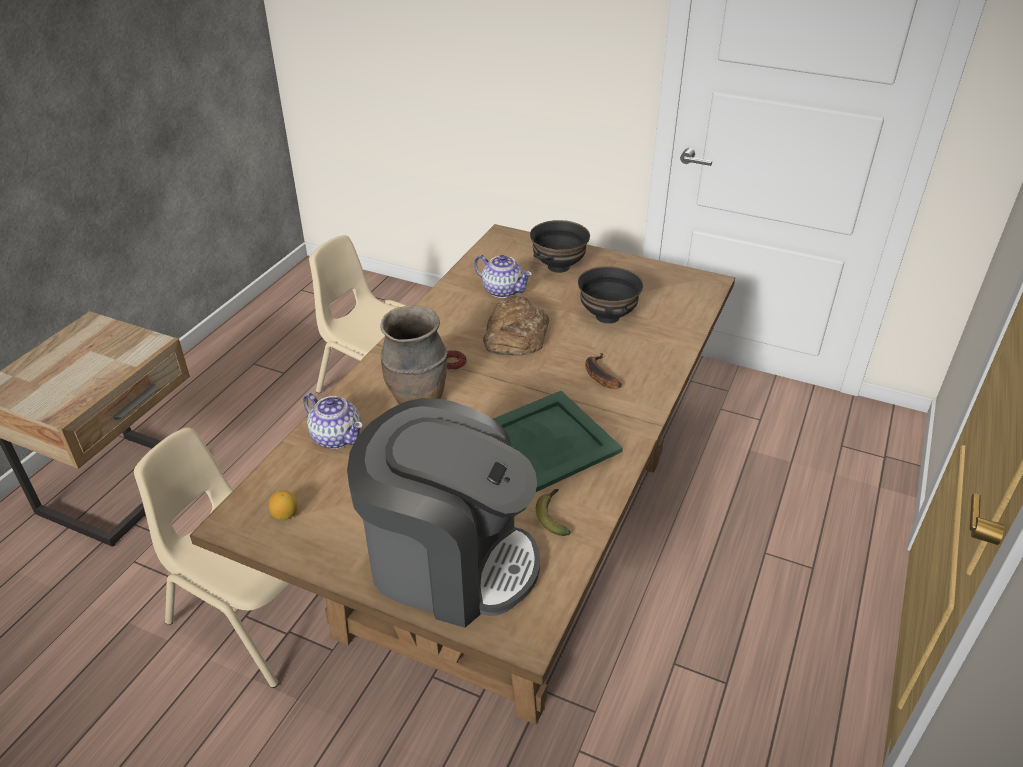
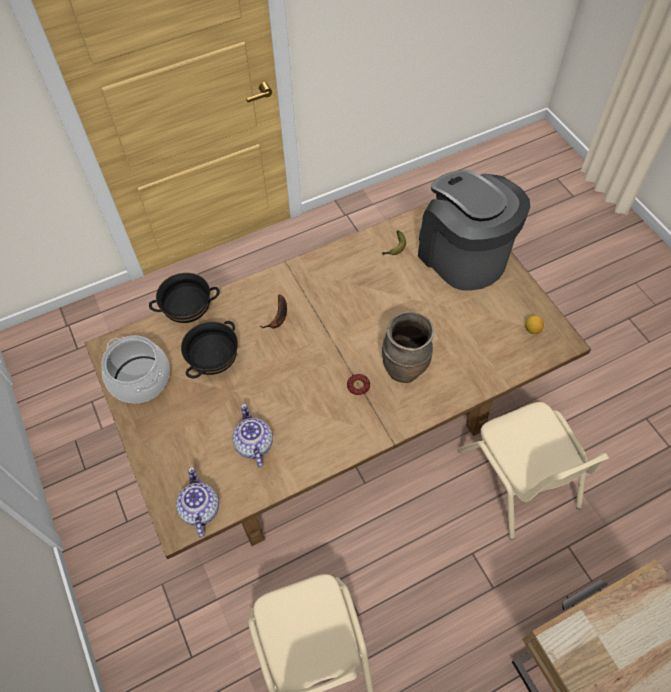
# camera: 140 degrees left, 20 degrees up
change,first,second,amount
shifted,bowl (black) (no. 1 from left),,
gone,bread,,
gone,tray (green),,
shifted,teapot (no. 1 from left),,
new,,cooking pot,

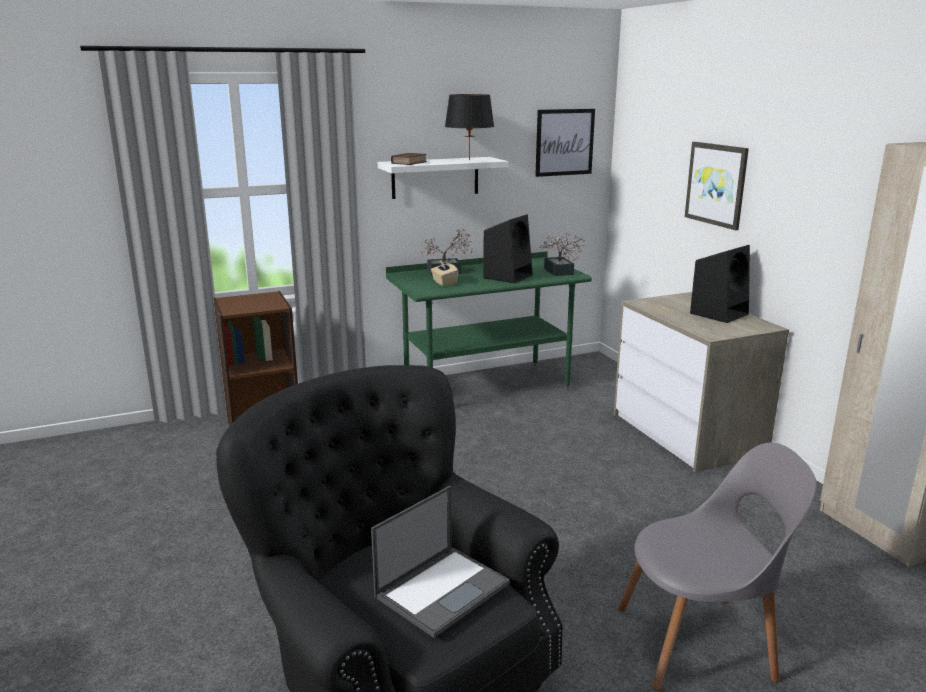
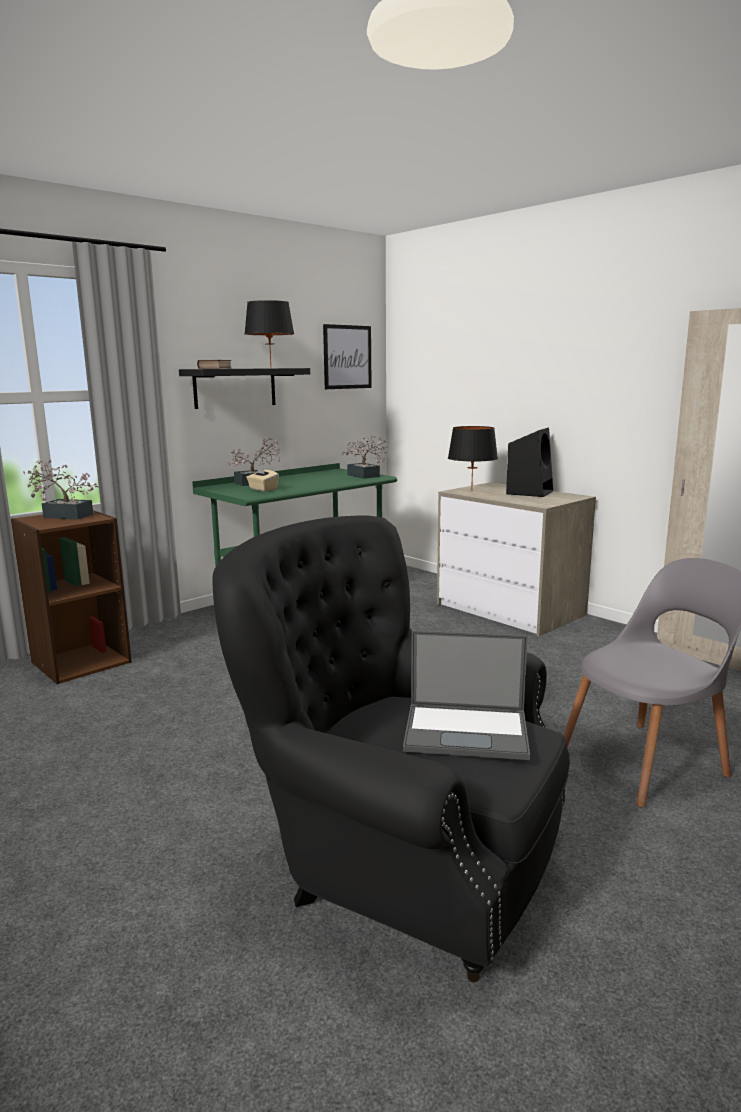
# camera: 20 degrees left, 5 degrees down
change,first,second,amount
gone,picture (no. 2 from left),,
repainted,shelf (white),shelf (black),
gone,speaker (black) (no. 1 from left),,
rotated,laptop,,75 degrees clockwise
new,,table lamp (black) (no. 2 from left),
new,,potted plant (no. 1 from left),

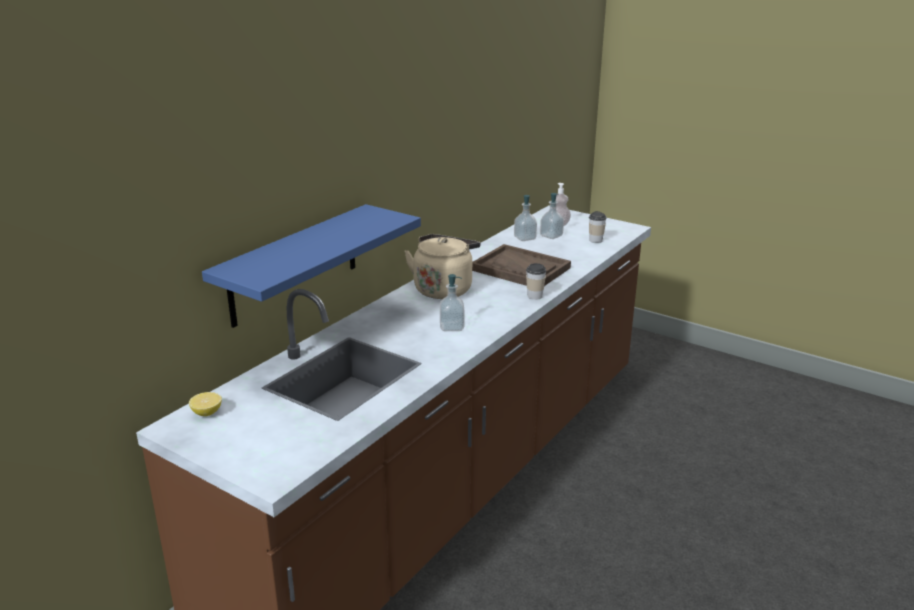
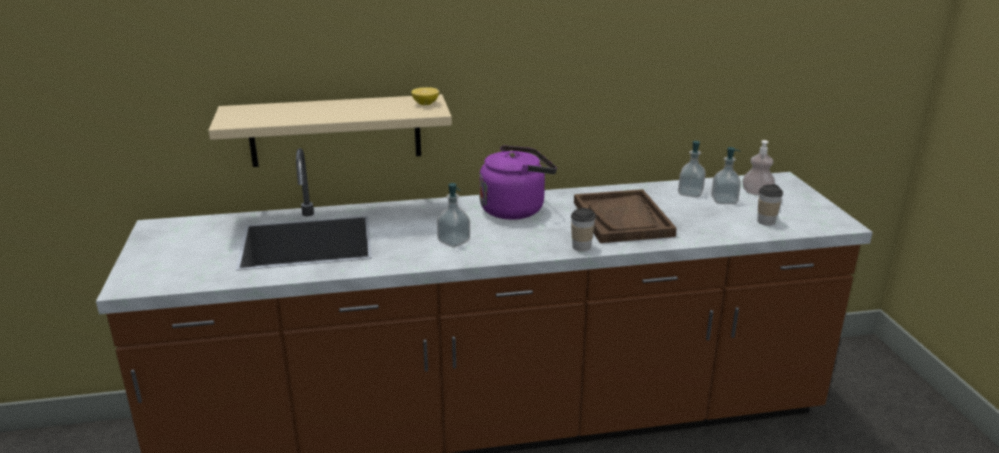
# camera: 45 degrees right, 0 degrees up
change,first,second,amount
repainted,shelf (blue),shelf (beige),
repainted,kettle (beige),kettle (purple),
shifted,lemon,,

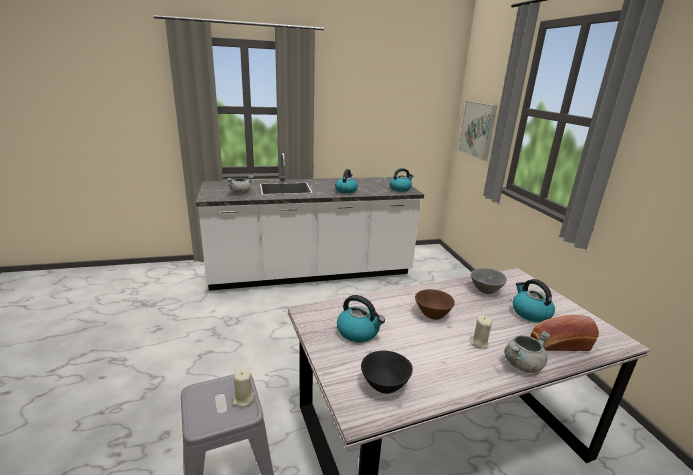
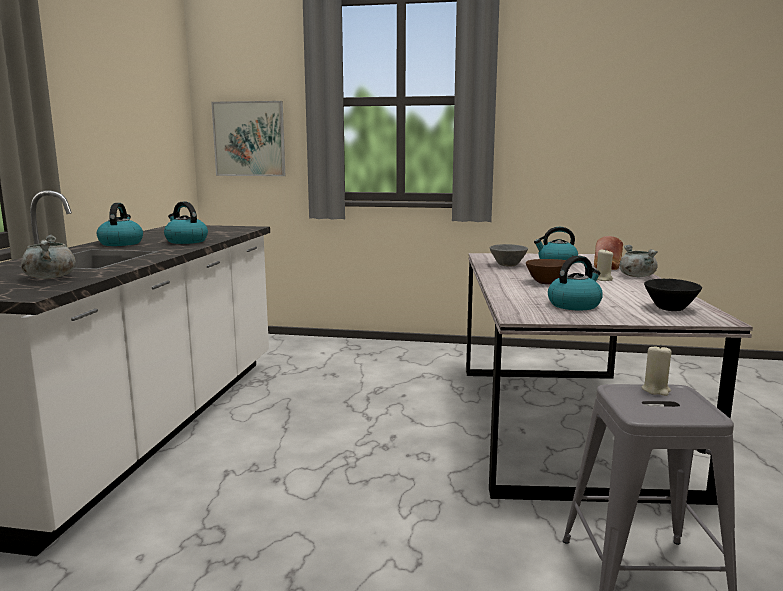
# camera: 65 degrees left, 10 degrees down
change,first,second,amount
shifted,kettle (no. 3 from left in the first image),kettle (no. 1 from left),

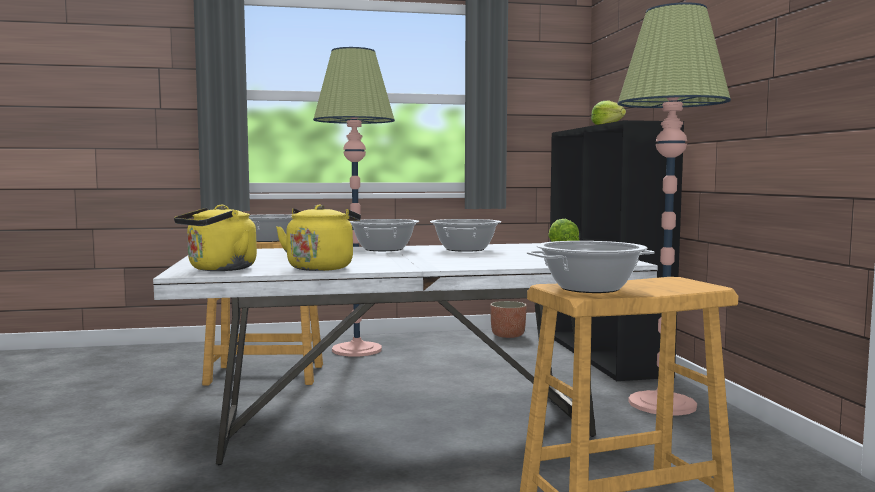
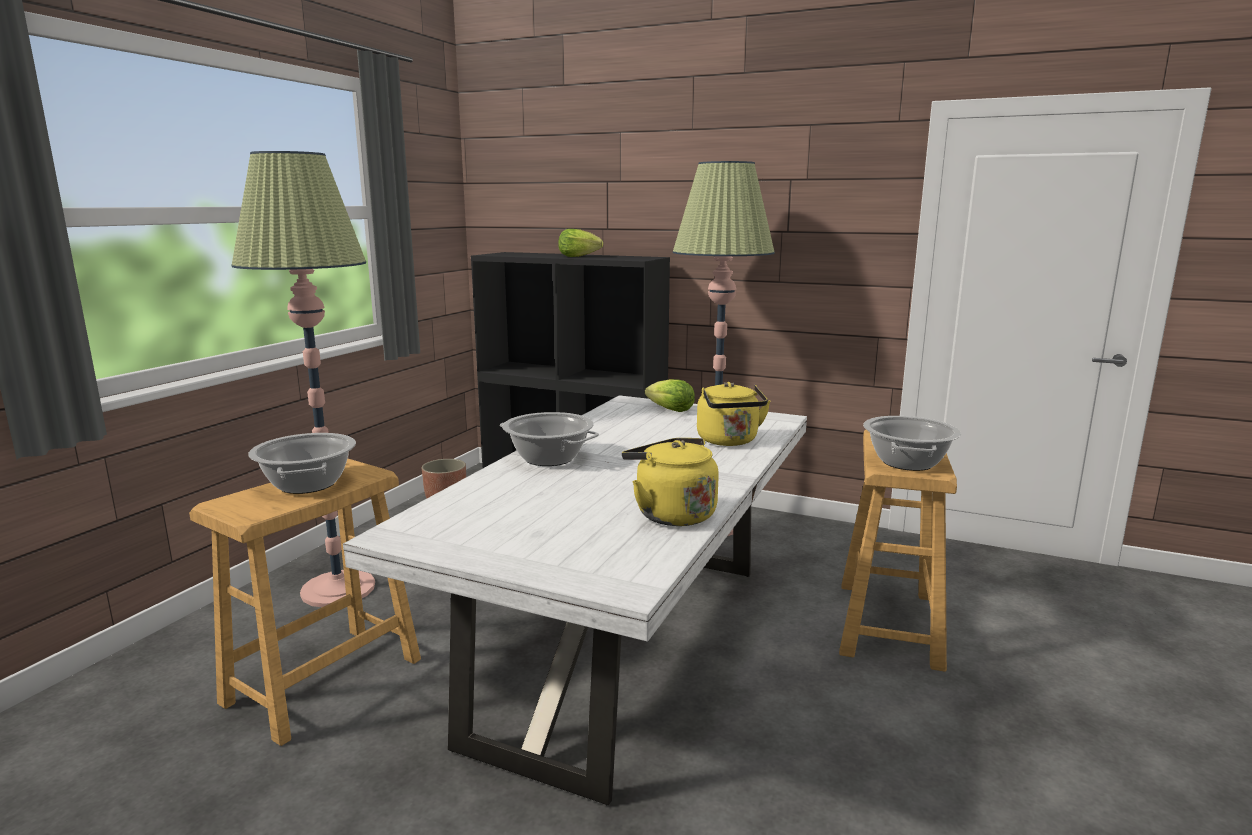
# camera: 55 degrees left, 10 degrees up
change,first,second,amount
shifted,kettle (yellow) (no. 1 from left in the first image),kettle (yellow) (no. 2 from left),
gone,cooking pot (no. 3 from left),,

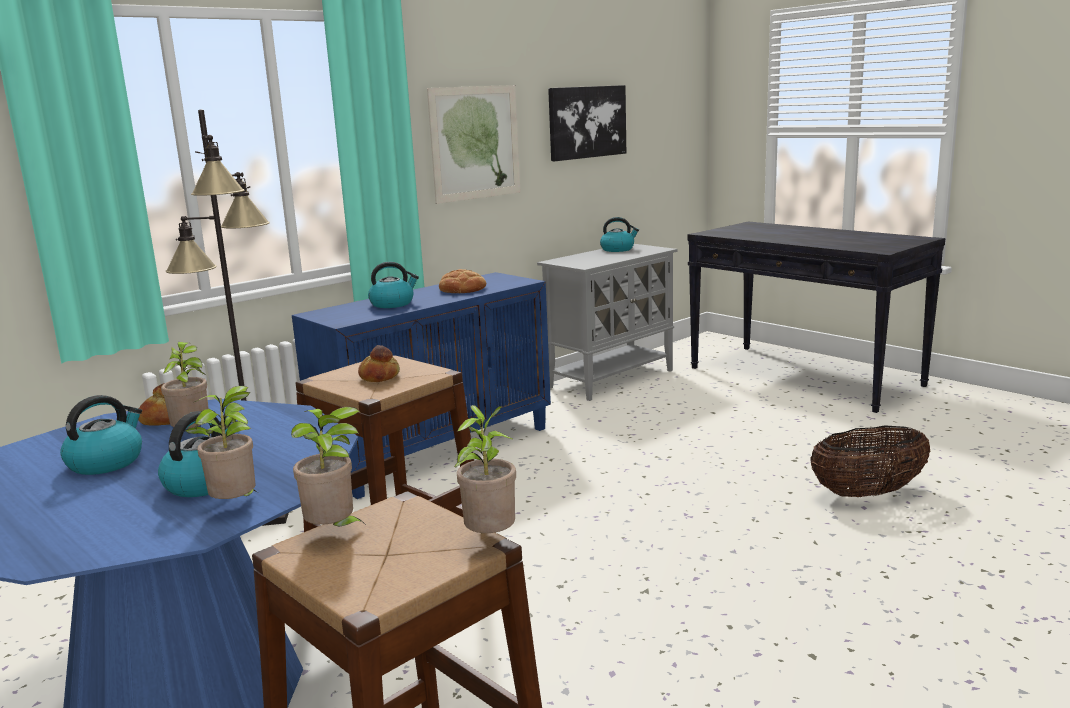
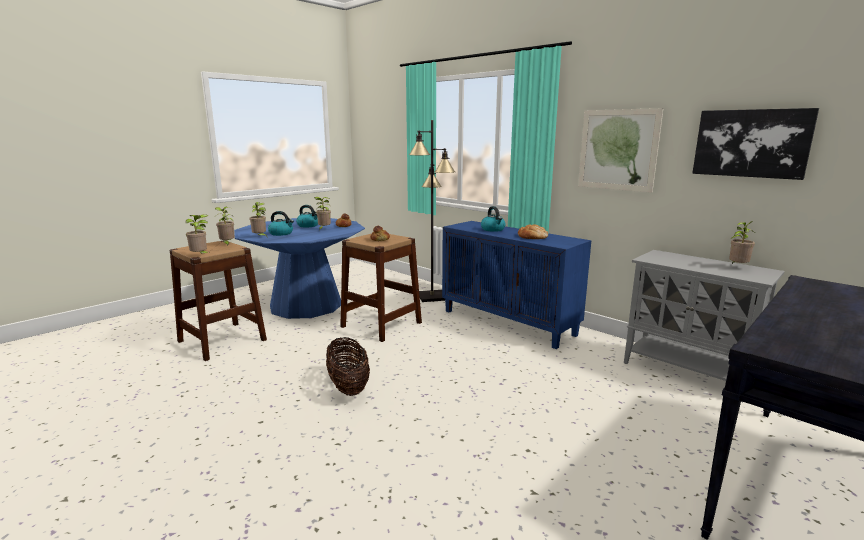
# camera: 85 degrees right, 0 degrees up
change,first,second,amount
swapped,kettle (no. 4 from left),potted plant (no. 5 from left),
shifted,basket,,

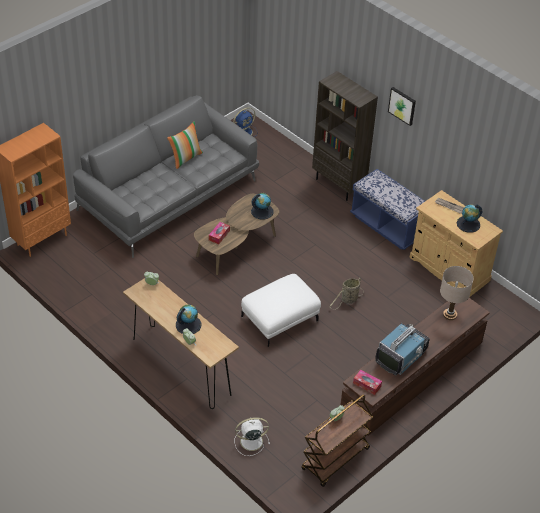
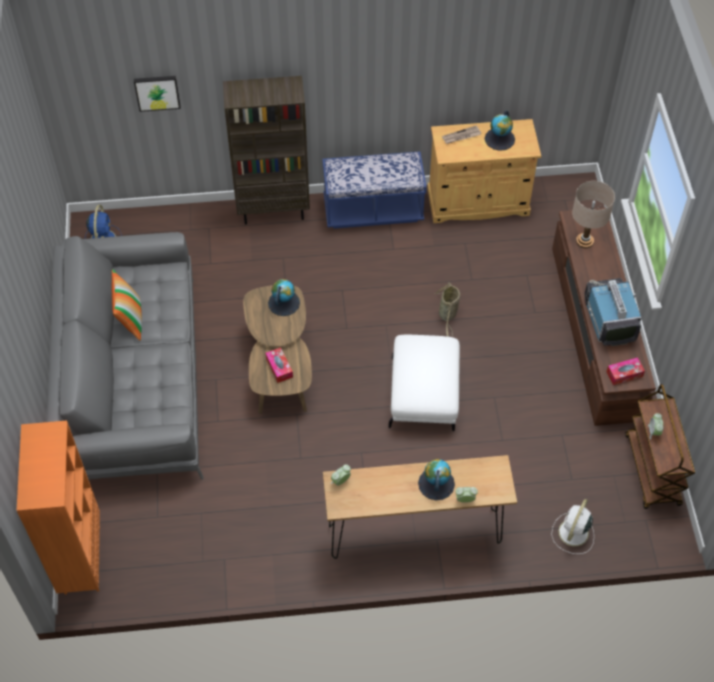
# camera: 50 degrees left, 10 degrees up
change,first,second,amount
shifted,picture,,

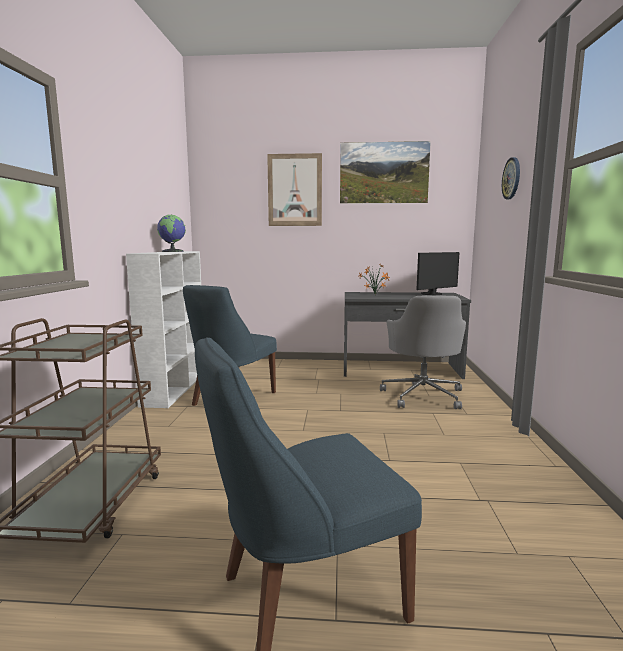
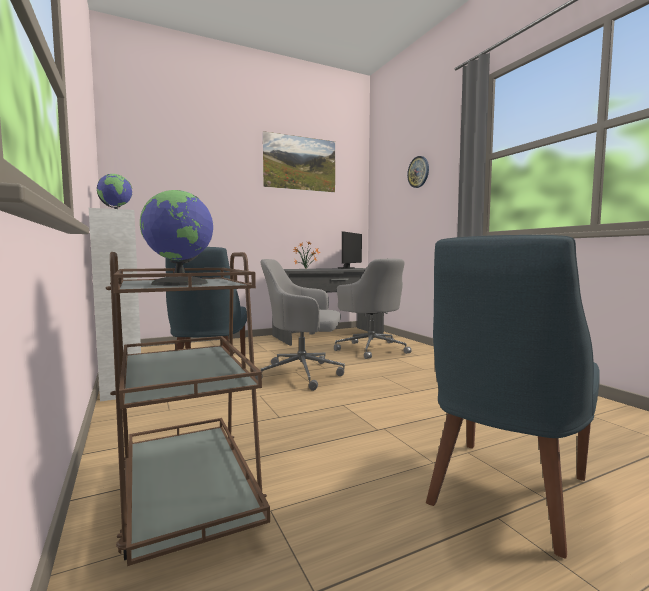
# camera: 30 degrees left, 5 degrees down
change,first,second,amount
gone,picture (no. 1 from left),,
new,,globe (no. 2 from left),
new,,office chair (grey) (no. 1 from left),

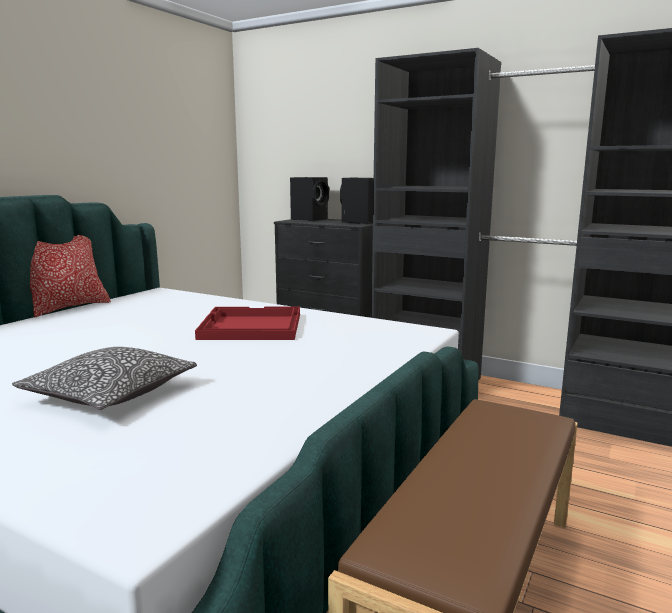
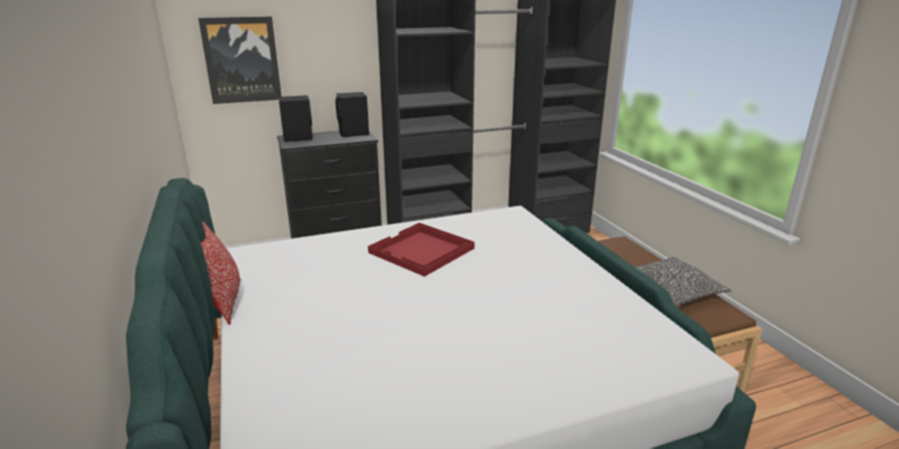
# camera: 50 degrees left, 10 degrees up
change,first,second,amount
shifted,pillow (no. 2 from left),,
new,,picture,

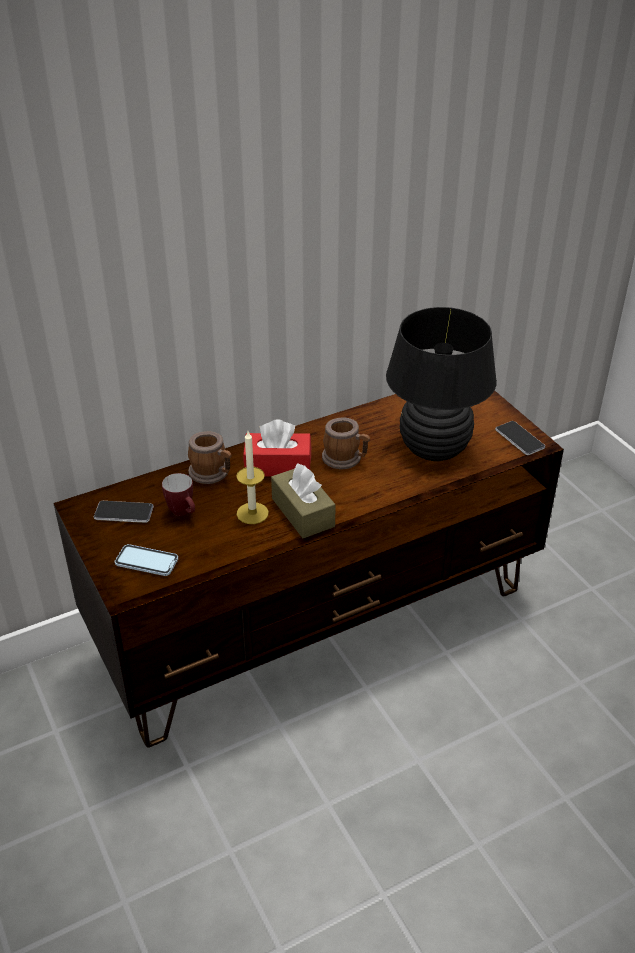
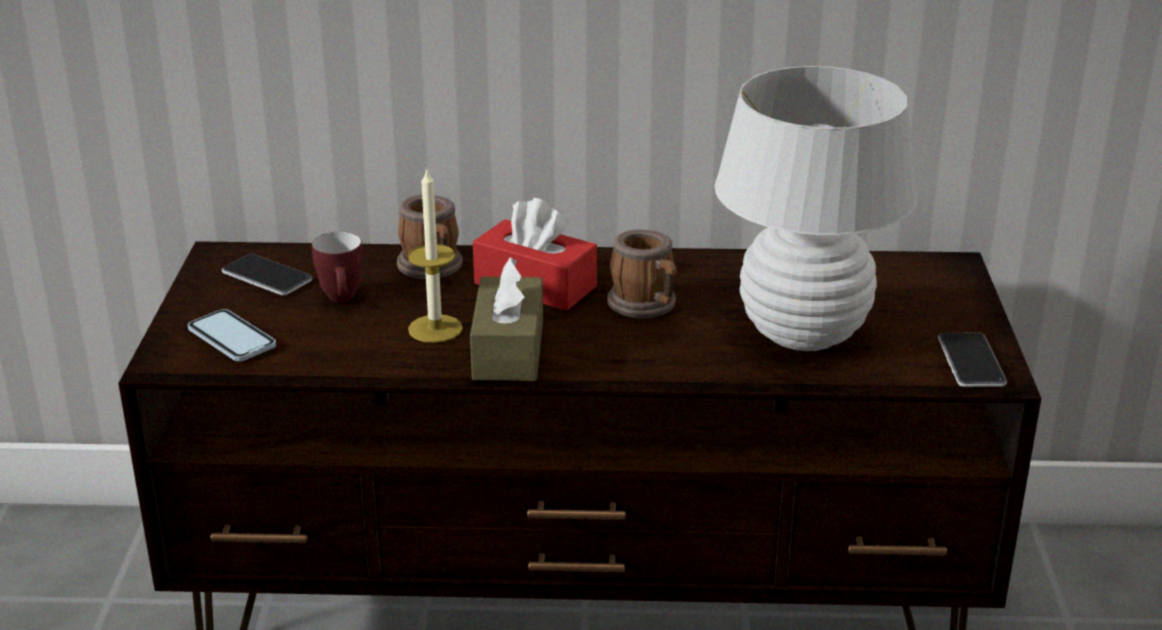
# camera: 30 degrees right, 10 degrees down
change,first,second,amount
repainted,table lamp (black),table lamp (white),

